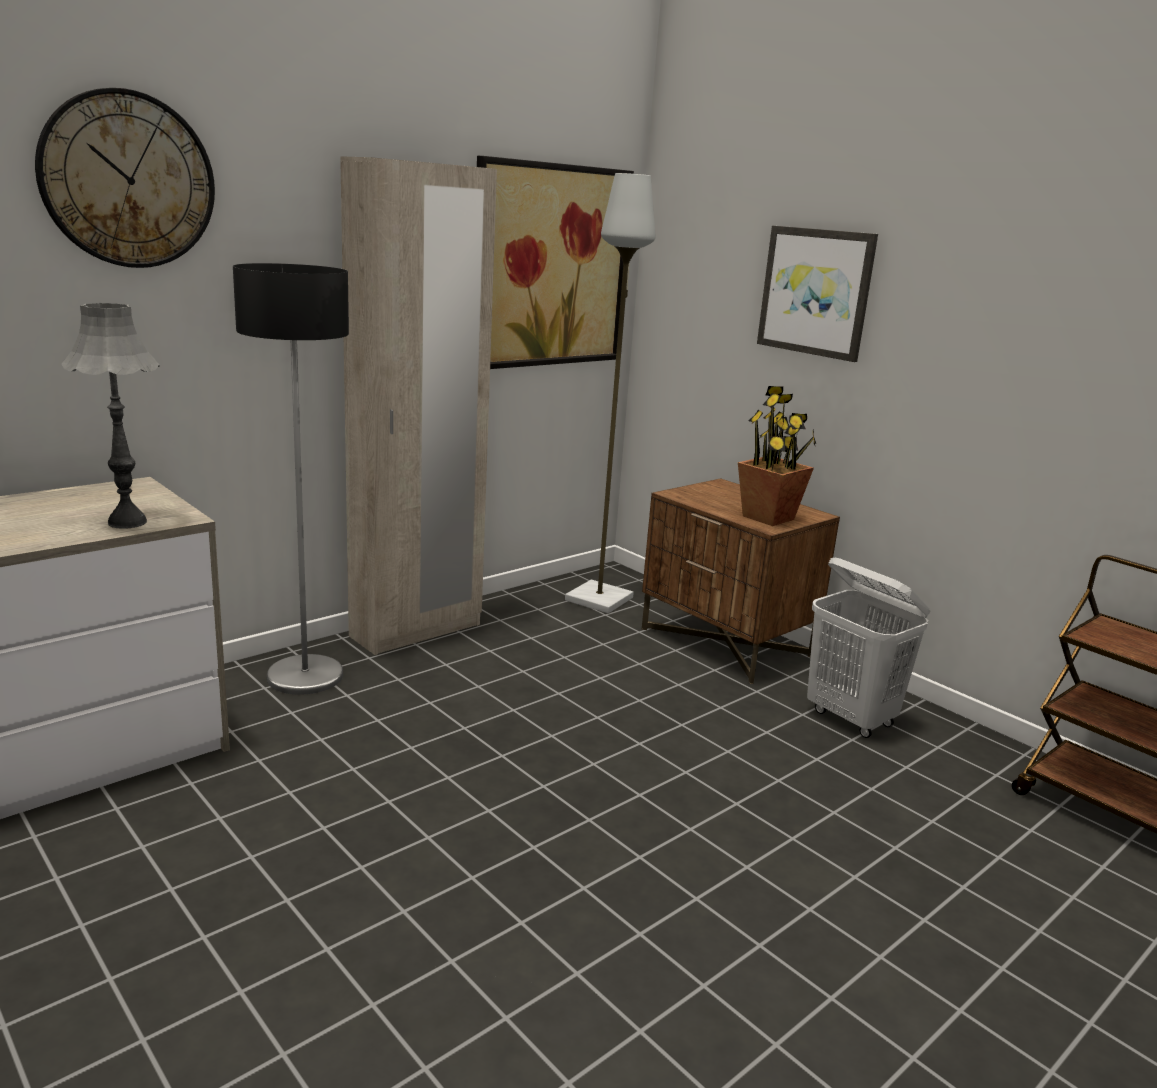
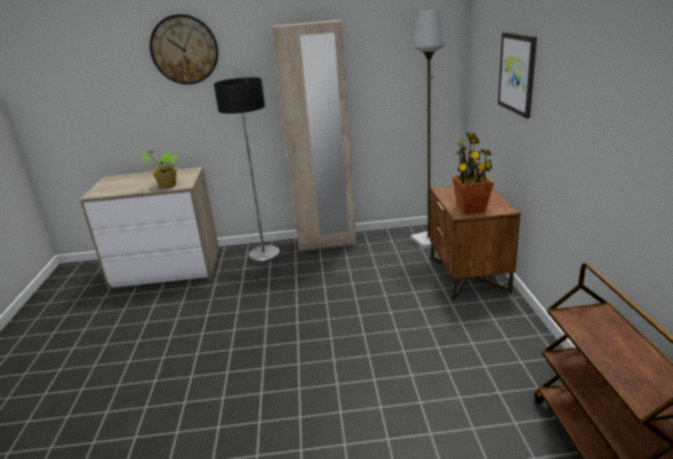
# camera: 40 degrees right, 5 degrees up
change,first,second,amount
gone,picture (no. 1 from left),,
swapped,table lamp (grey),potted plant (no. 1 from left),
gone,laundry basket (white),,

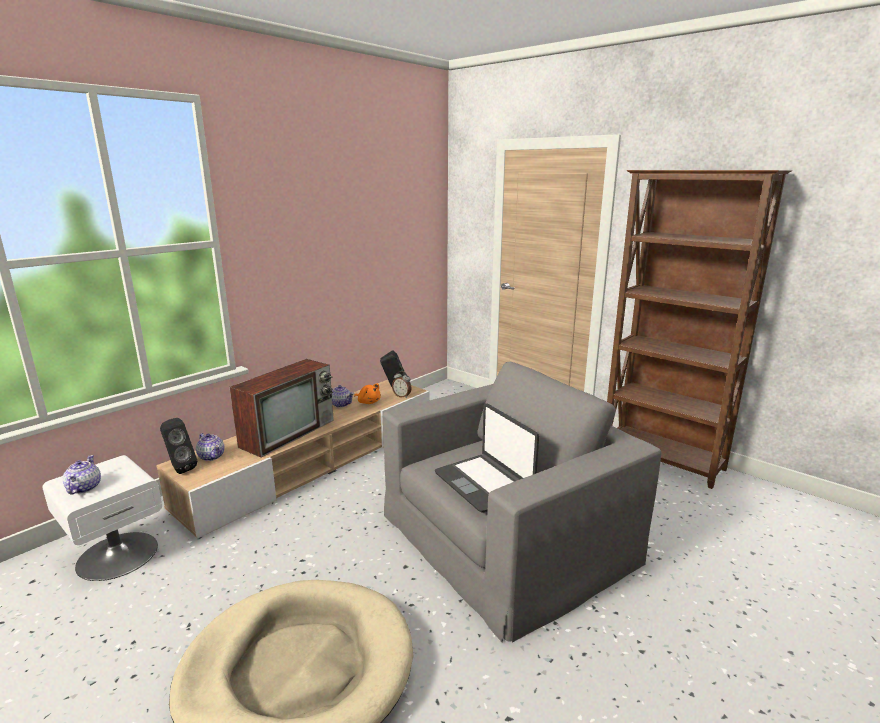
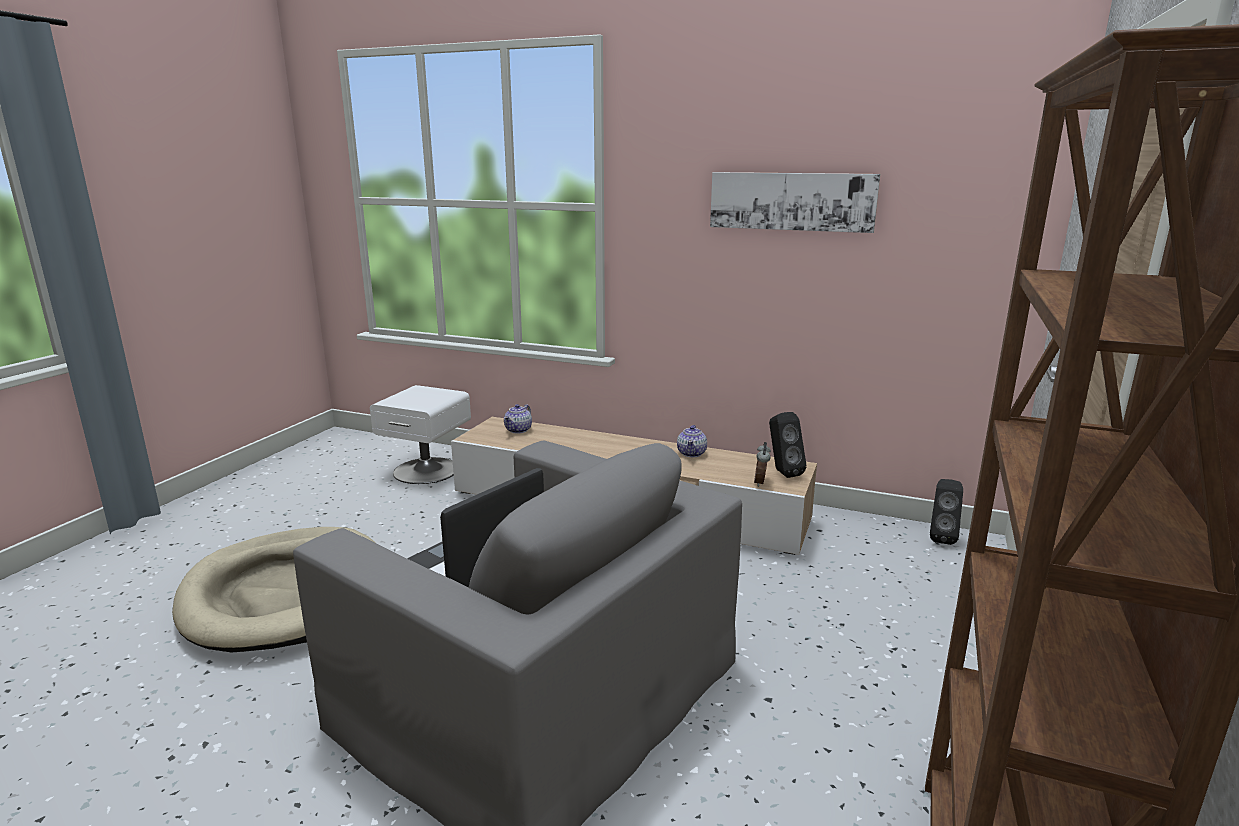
# camera: 70 degrees right, 0 degrees up
change,first,second,amount
gone,television,,
gone,plush toy (orange),,
shifted,speaker (black) (no. 1 from left in the first image),speaker (black) (no. 2 from left),
gone,teapot (no. 1 from left),,
new,,picture,

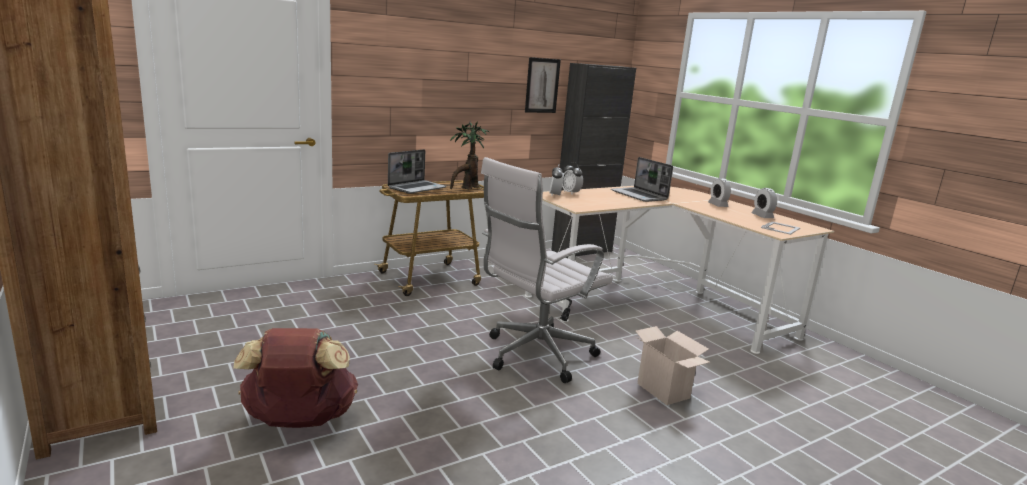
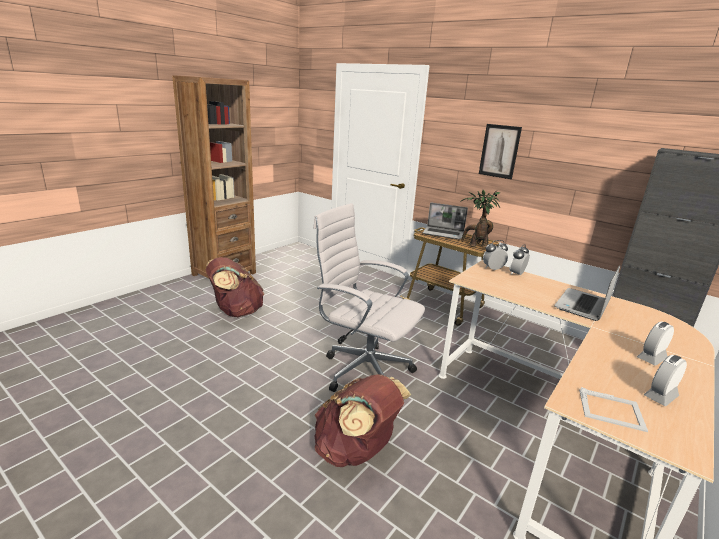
# camera: 70 degrees right, 5 degrees up
change,first,second,amount
shifted,picture,,
swapped,cardboard box,backpack (brown) (no. 2 from left),

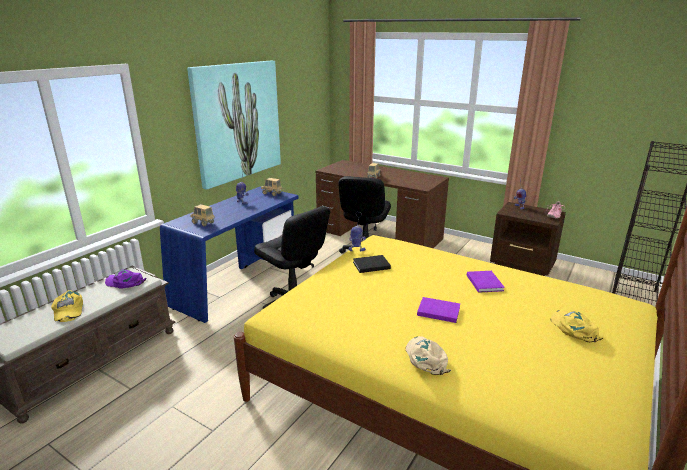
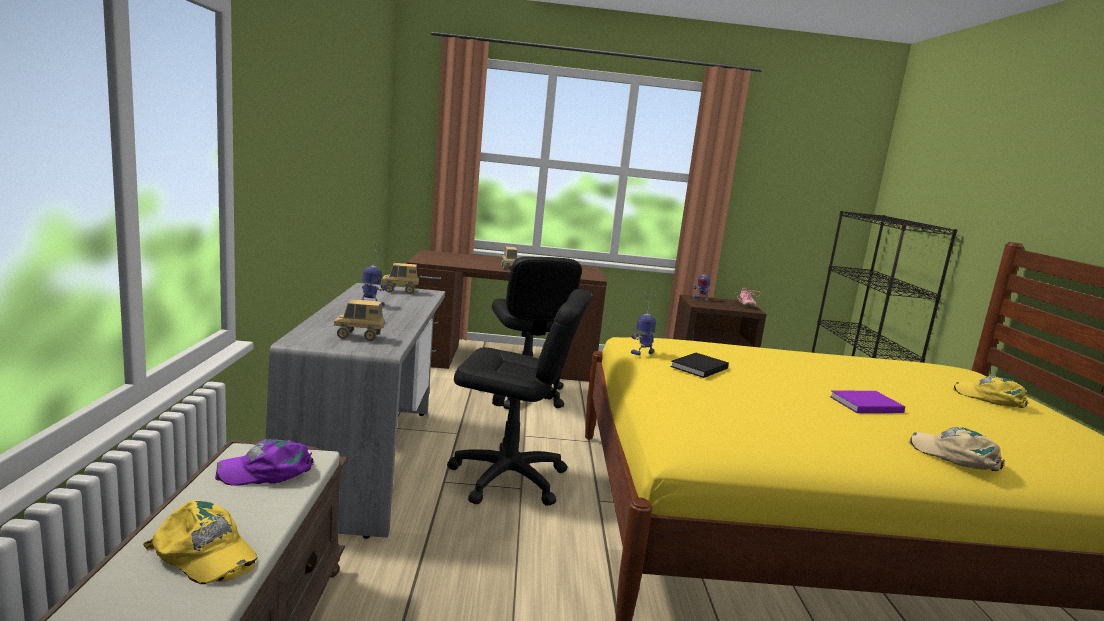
# camera: 35 degrees left, 10 degrees down
change,first,second,amount
gone,picture,,
repainted,desk (blue),desk (grey),
gone,book (purple) (no. 2 from left),,

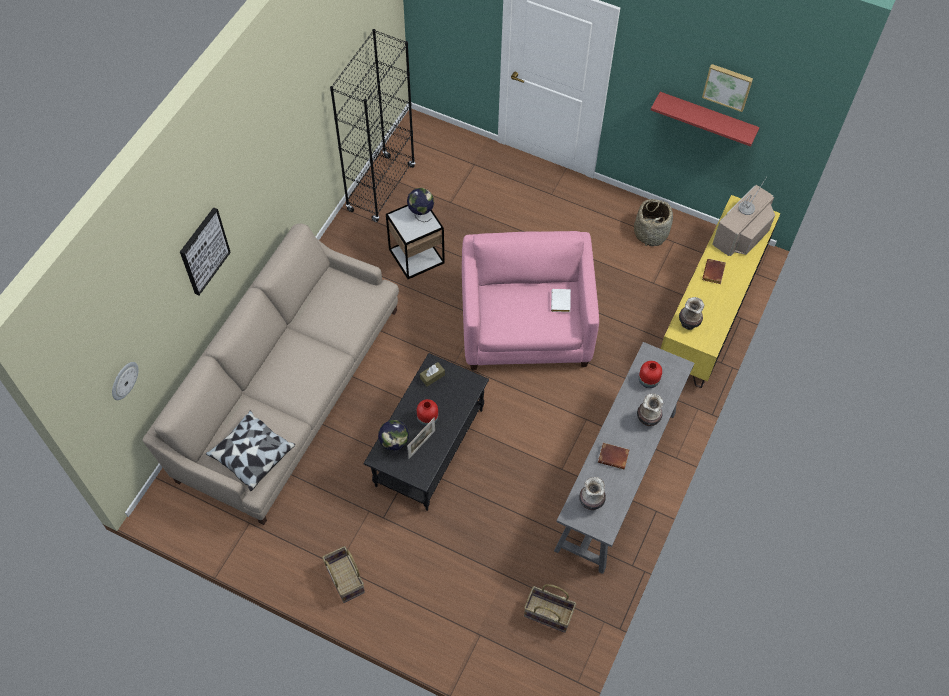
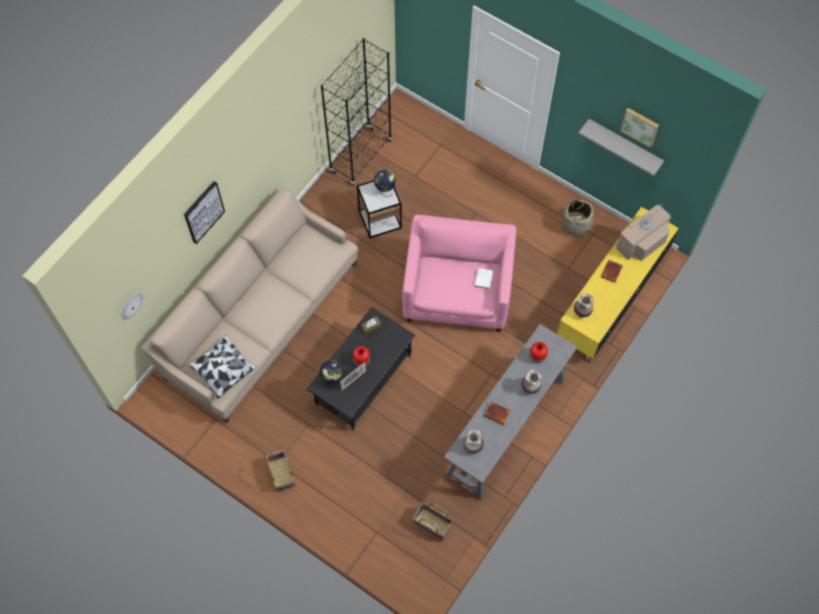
# camera: 10 degrees right, 5 degrees up
change,first,second,amount
repainted,shelf (red),shelf (grey),

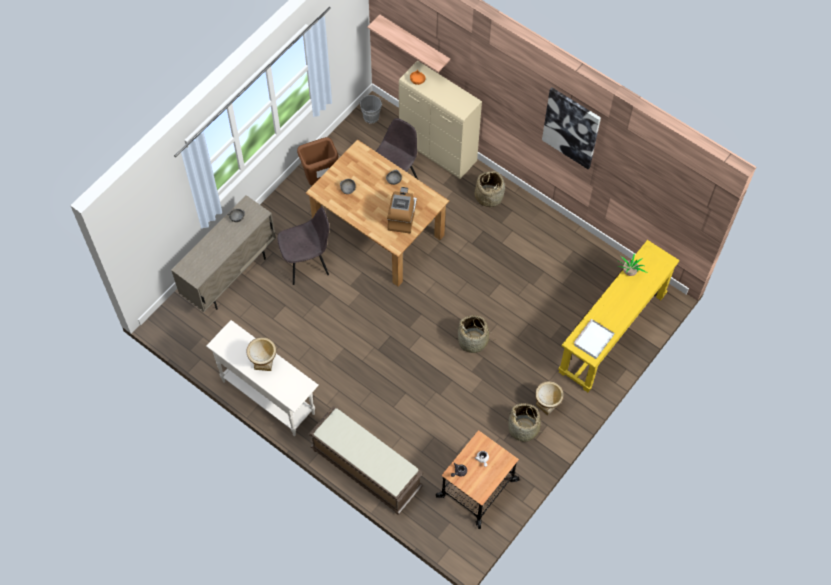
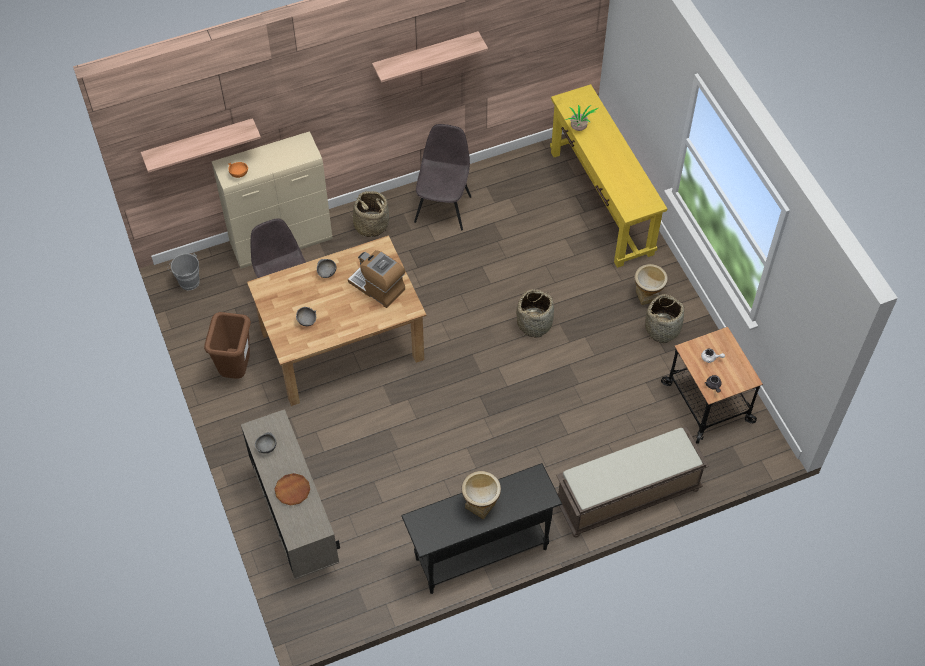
# camera: 60 degrees left, 5 degrees down
change,first,second,amount
swapped,picture,shelf (no. 2 from left),
shifted,chair (grey) (no. 1 from left in the first image),chair (grey) (no. 2 from left),
gone,tray (white),,
repainted,console table (white),console table (black),
new,,plate (brown),

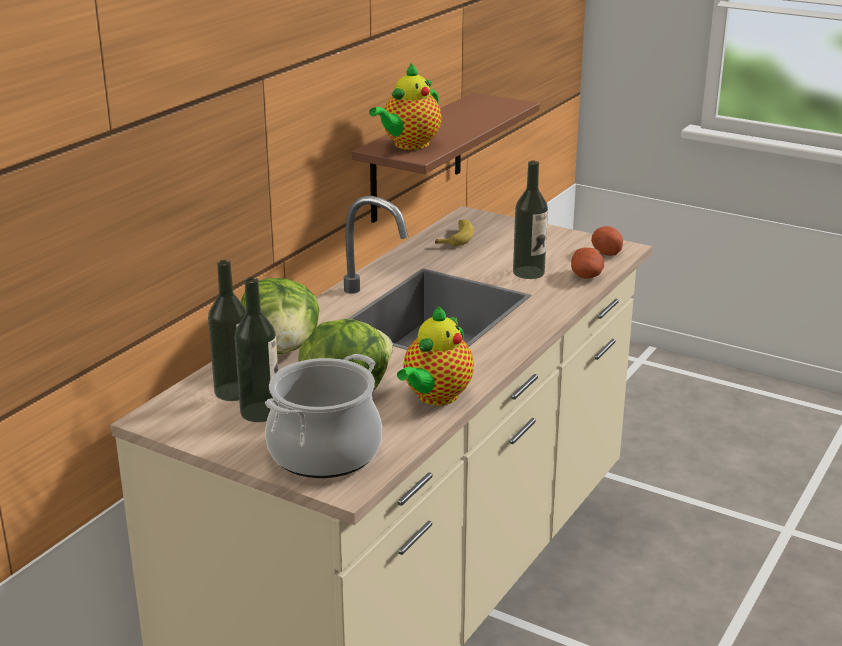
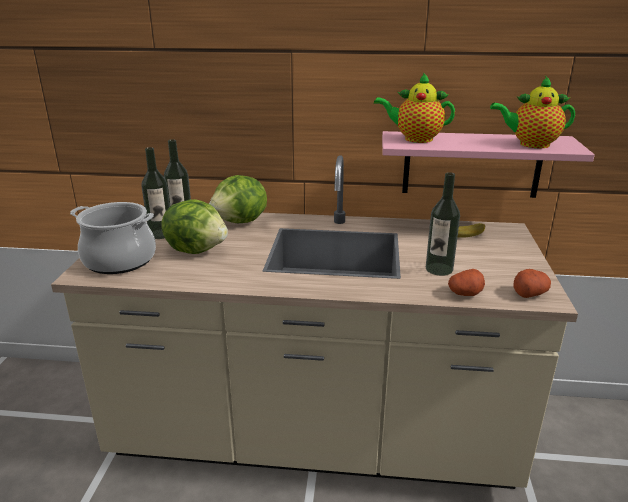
# camera: 65 degrees right, 0 degrees up
change,first,second,amount
repainted,shelf (brown),shelf (pink),
shifted,teapot (no. 2 from left),,

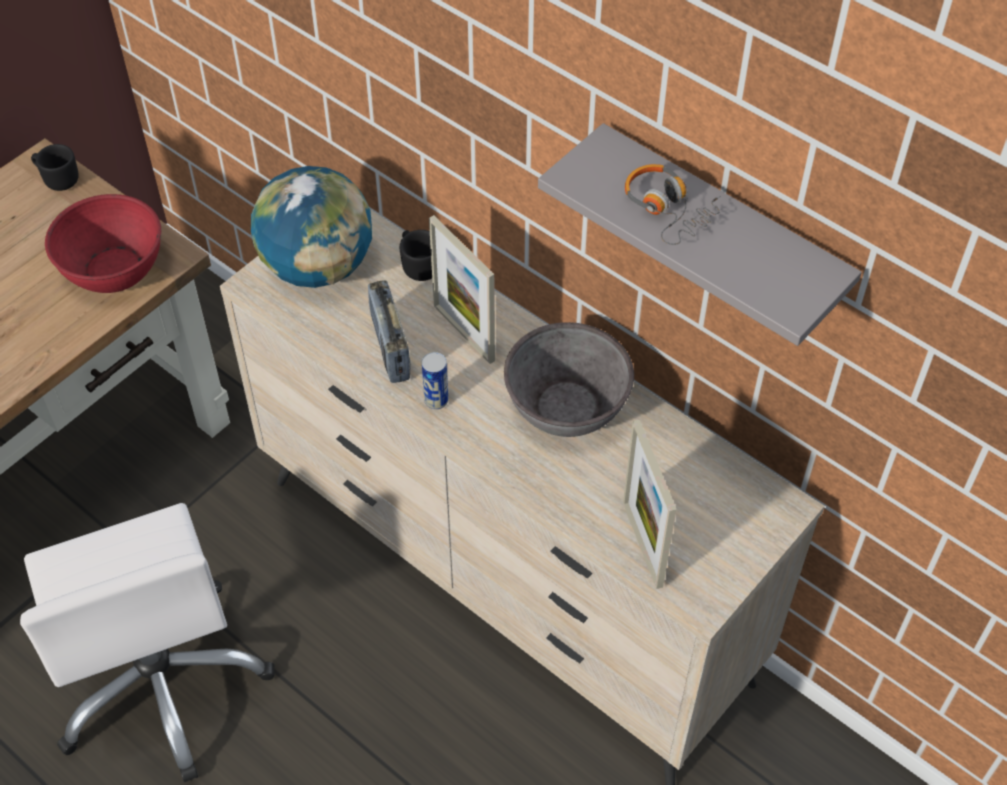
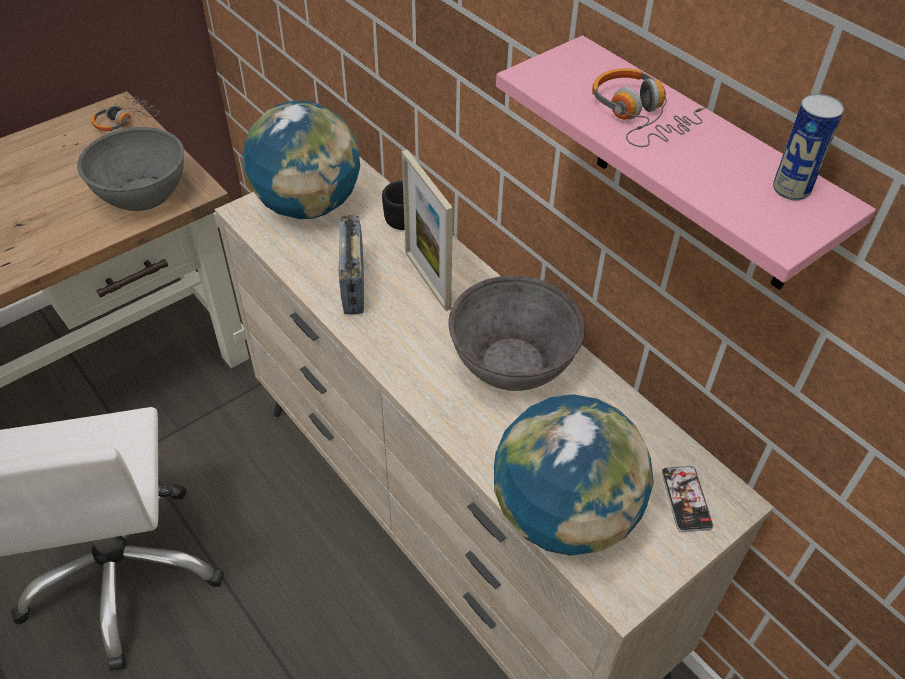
# camera: 10 degrees right, 5 degrees down
change,first,second,amount
repainted,shelf (grey),shelf (pink),
swapped,mug (black) (no. 1 from left),headphones (no. 1 from left),
repainted,bowl (red),bowl (grey) (no. 1 from left),
shifted,can,,
swapped,picture frame (no. 2 from left),globe (no. 2 from left),
new,,phone,

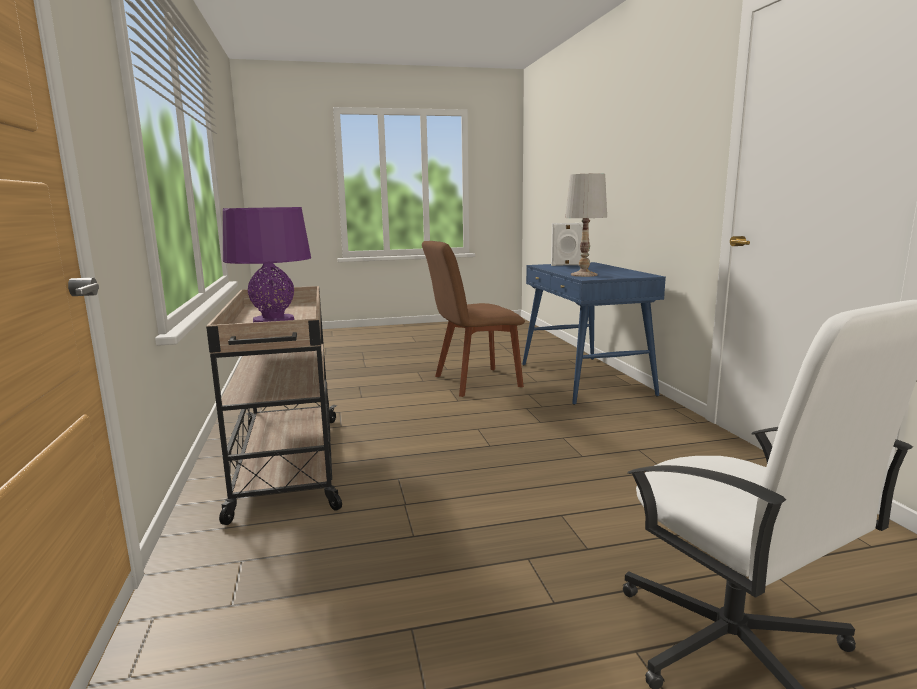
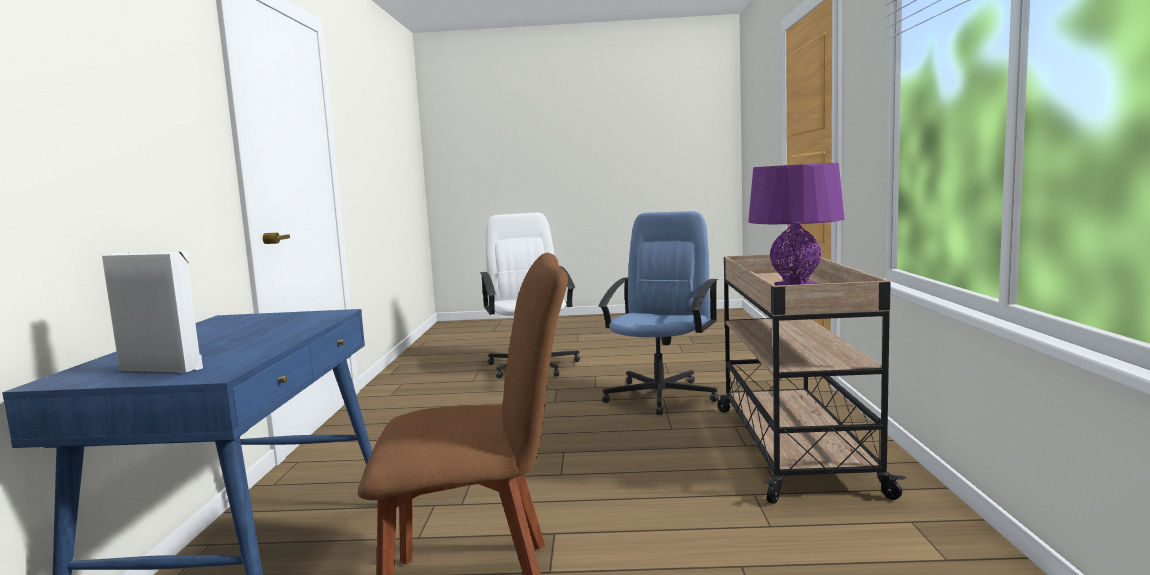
# camera: 165 degrees left, 5 degrees down
change,first,second,amount
gone,table lamp (white),,
new,,office chair (blue),

